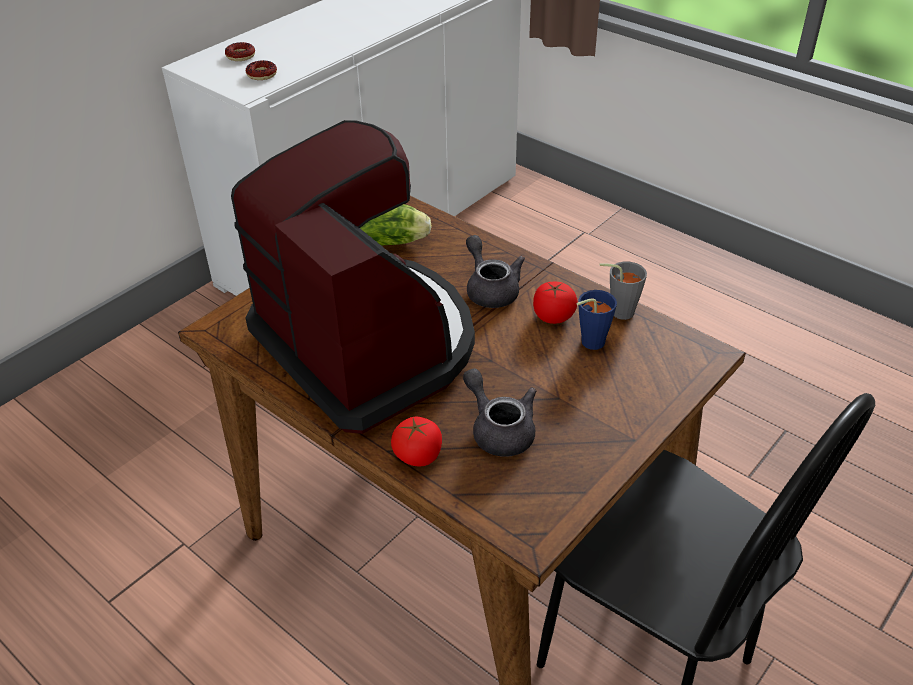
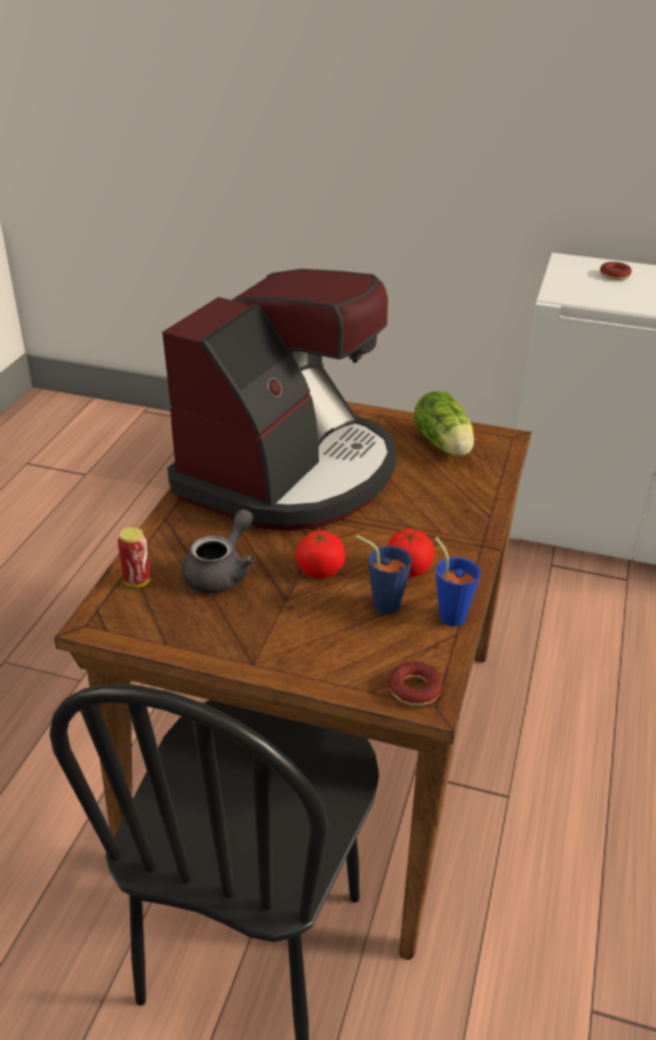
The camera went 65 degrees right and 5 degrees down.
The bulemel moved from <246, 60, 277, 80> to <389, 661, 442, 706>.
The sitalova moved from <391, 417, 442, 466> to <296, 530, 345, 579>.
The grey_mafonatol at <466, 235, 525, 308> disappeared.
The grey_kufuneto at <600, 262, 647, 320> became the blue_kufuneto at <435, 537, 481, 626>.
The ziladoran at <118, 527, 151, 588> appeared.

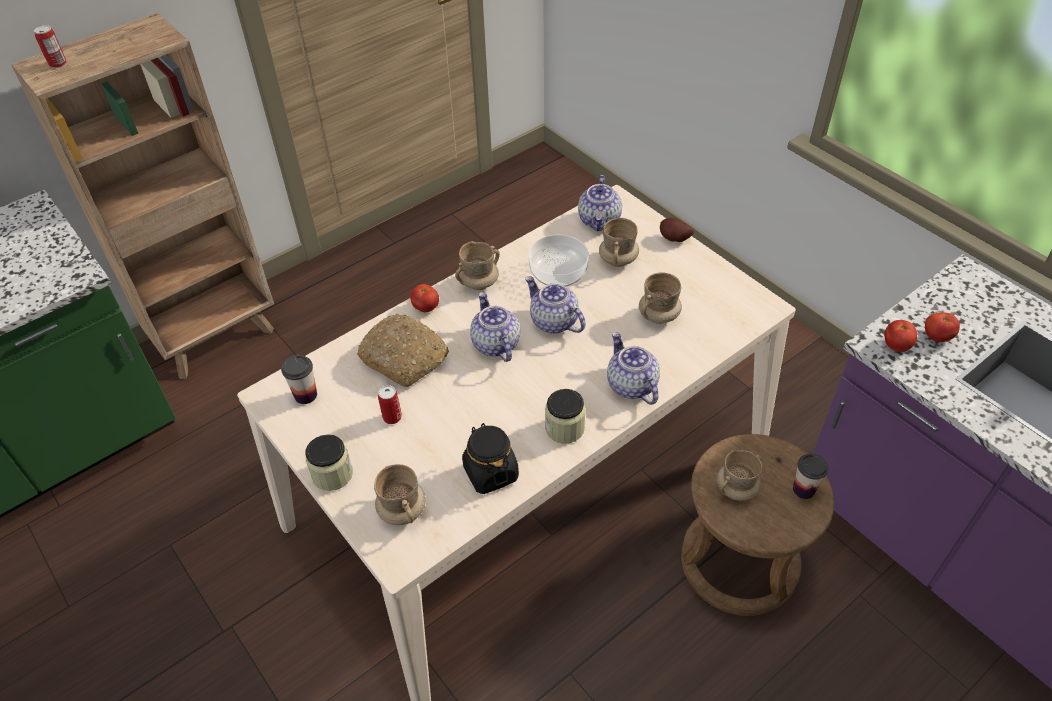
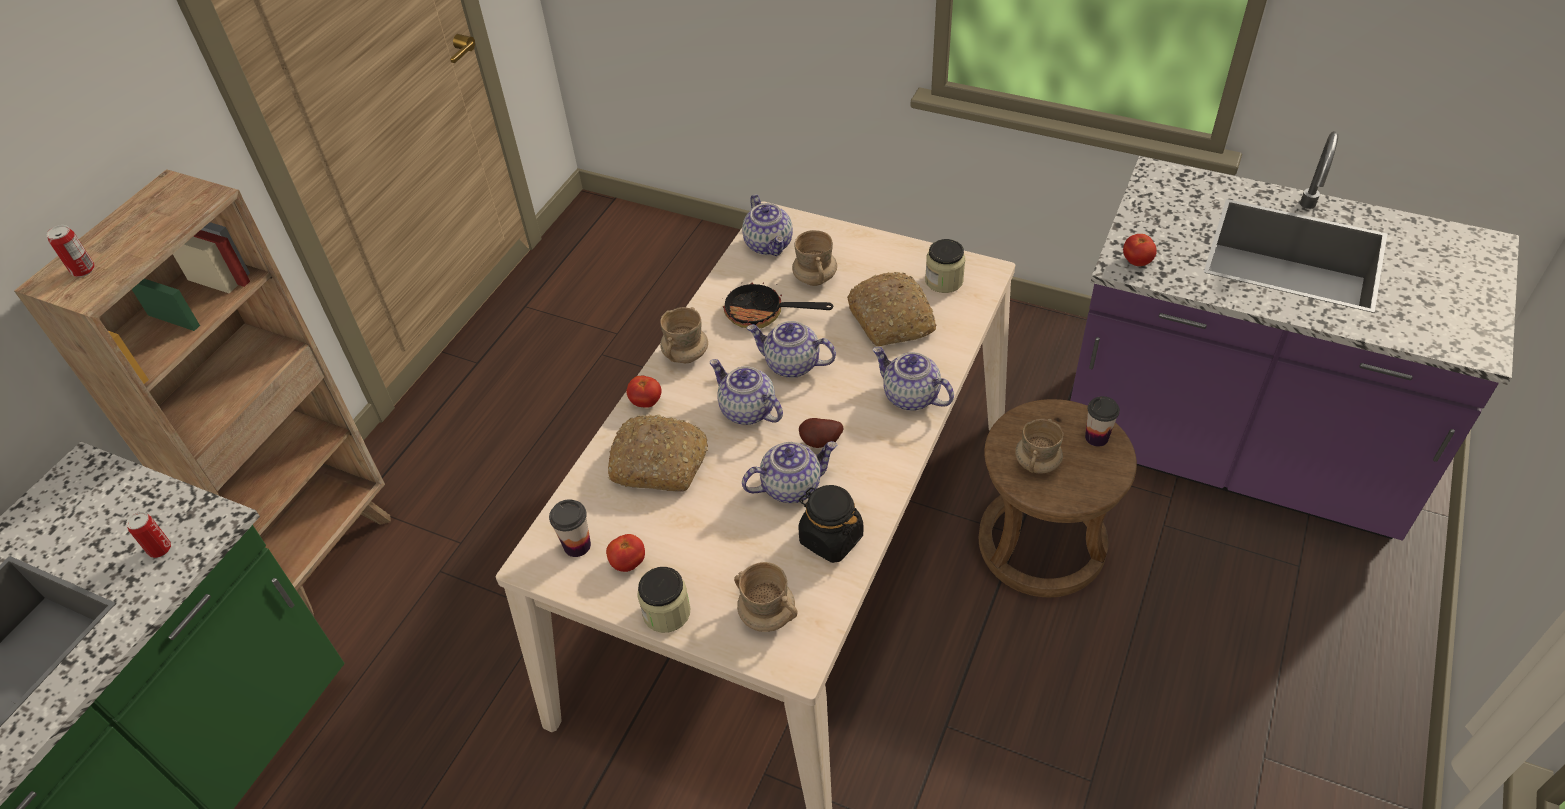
The camera went 25 degrees left and 0 degrees up.
The ziladoran moved from <378, 385, 402, 424> to <126, 512, 171, 558>.
The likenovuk at <528, 235, 589, 287> was replaced by the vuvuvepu at <722, 276, 833, 329>.
The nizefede moved from <545, 389, 586, 444> to <925, 239, 965, 293>.
The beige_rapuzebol at <639, 272, 682, 324> was replaced by the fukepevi at <847, 272, 936, 346>.
The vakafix moved from <660, 218, 694, 242> to <799, 418, 843, 448>.
The sitalova moved from <925, 312, 960, 342> to <606, 534, 645, 572>.
The mafonatol at <742, 441, 838, 503> appeared.

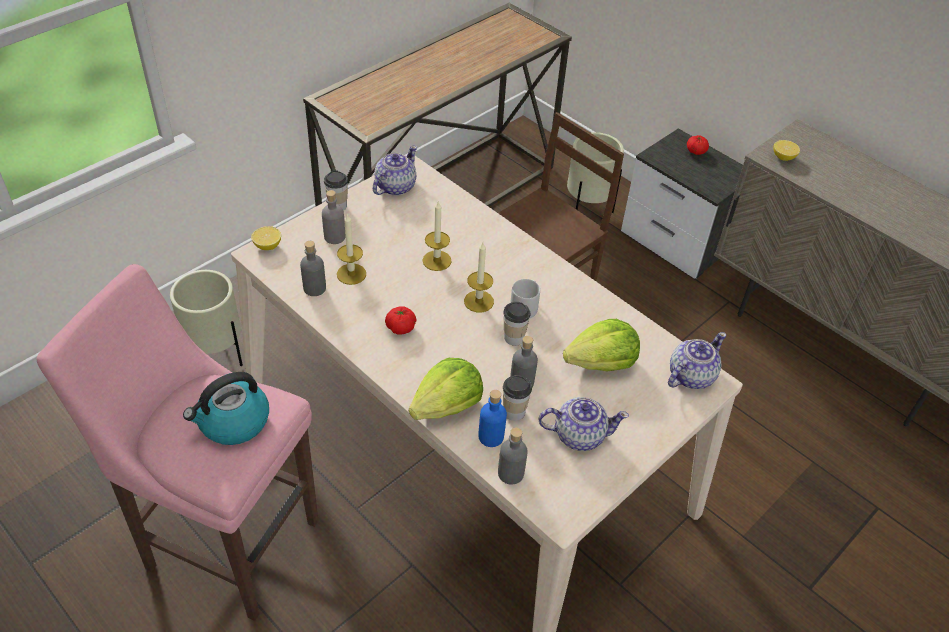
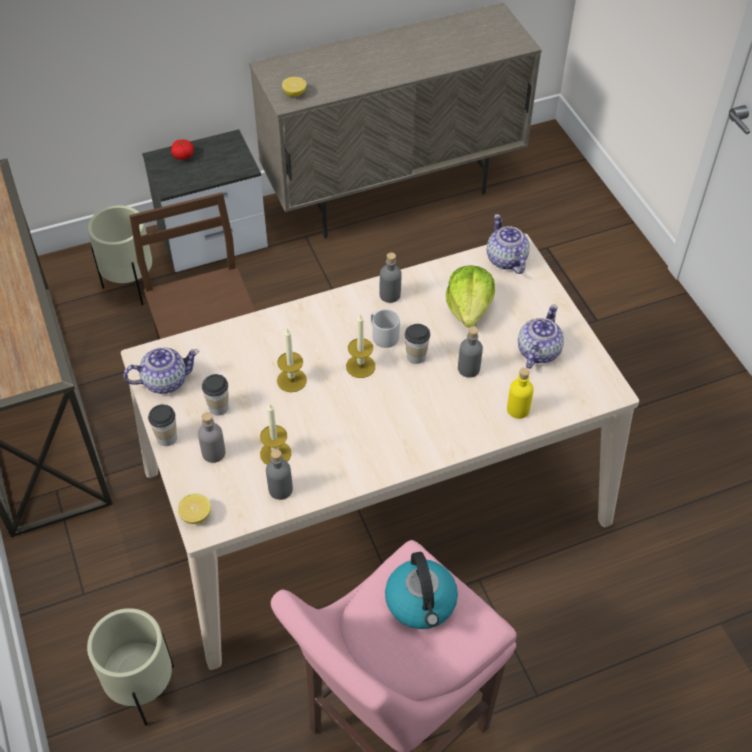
The camera went 65 degrees left and 5 degrees up.
The mafonatol at <373, 146, 417, 195> turned 105 degrees clockwise.
The sitalova at <385, 306, 417, 335> disappeared.
The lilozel at <409, 358, 483, 420> disappeared.
The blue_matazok at <478, 390, 507, 447> became the yellow_matazok at <507, 368, 534, 419>.
The grey_matazok moved from <498, 427, 528, 485> to <379, 252, 402, 303>.
The kufuneto moved from <503, 375, 532, 421> to <202, 374, 229, 416>.

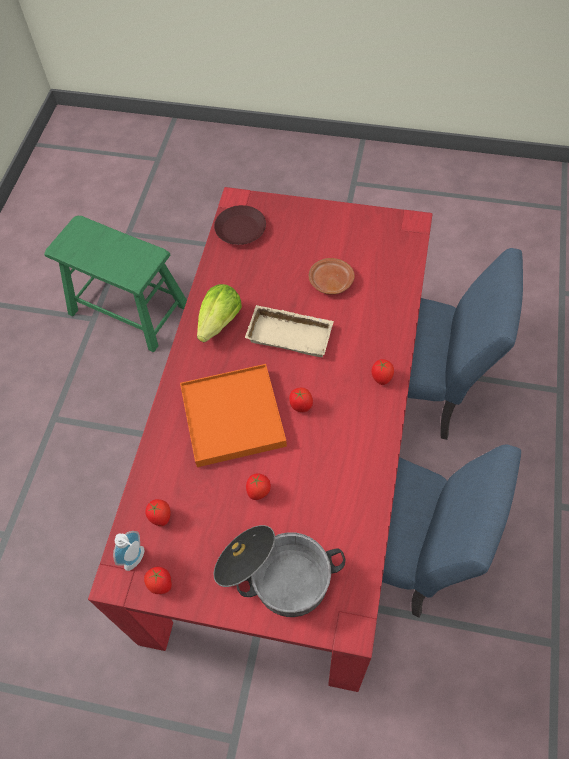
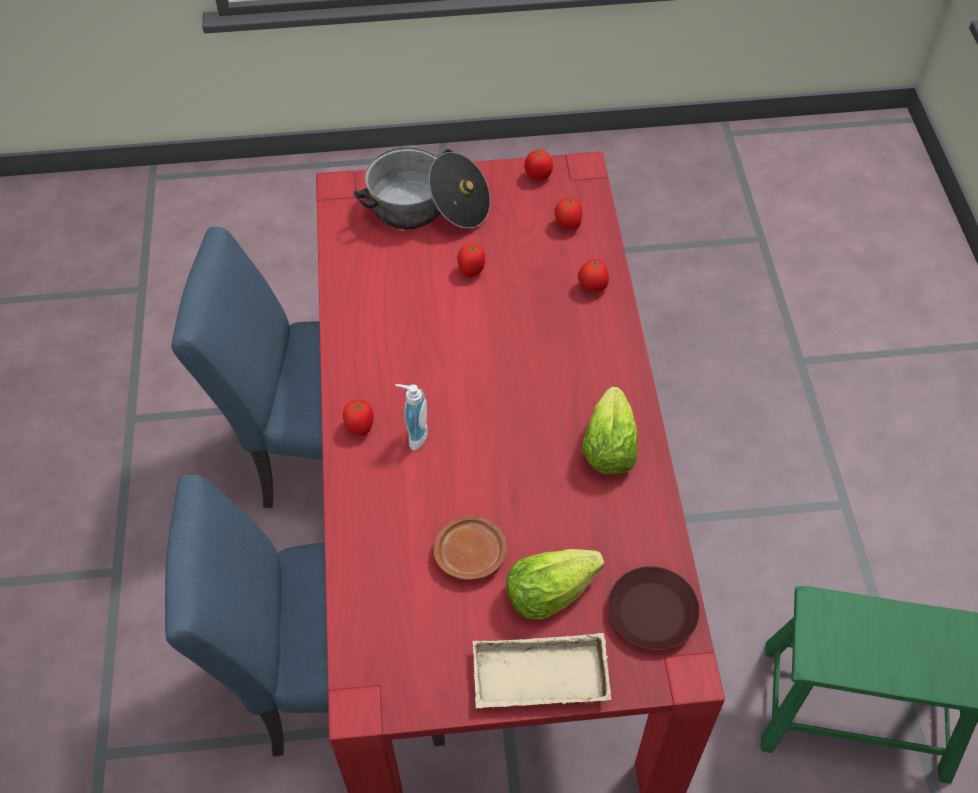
The camera went 160 degrees right and 5 degrees down.
The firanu moved from <113, 531, 145, 571> to <395, 384, 428, 450>.
The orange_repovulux at <180, 364, 287, 467> disappeared.
The beige_repovulux moved from <245, 305, 334, 357> to <473, 633, 611, 708>.
The sitalova moved from <289, 388, 313, 412> to <578, 259, 609, 292>.
The lilozel at <506, 549, 604, 619> appeared.

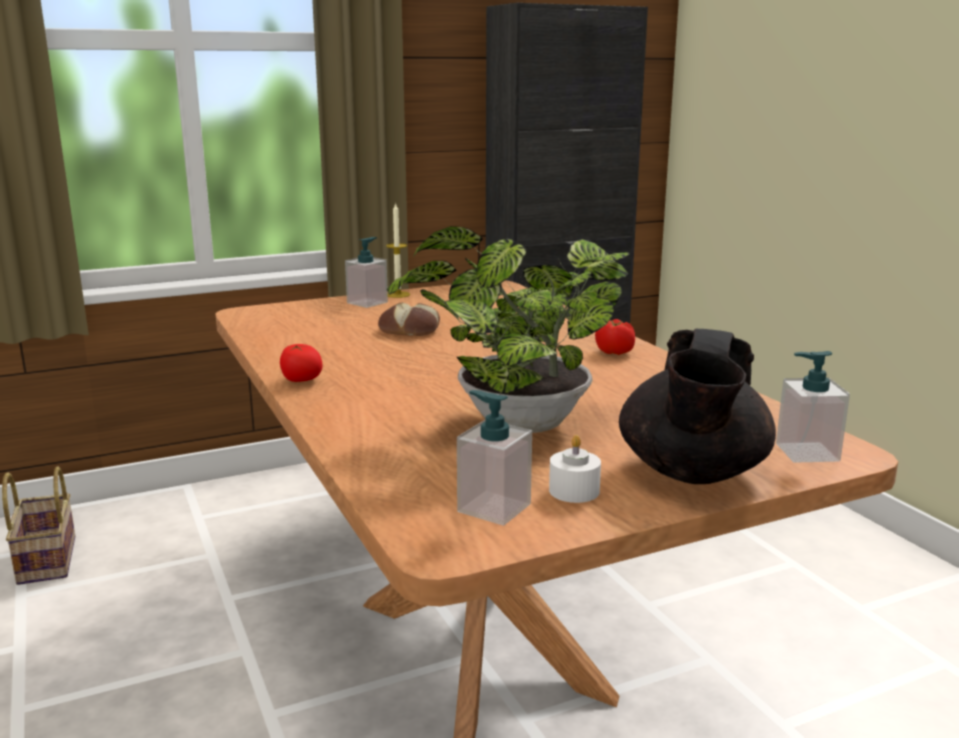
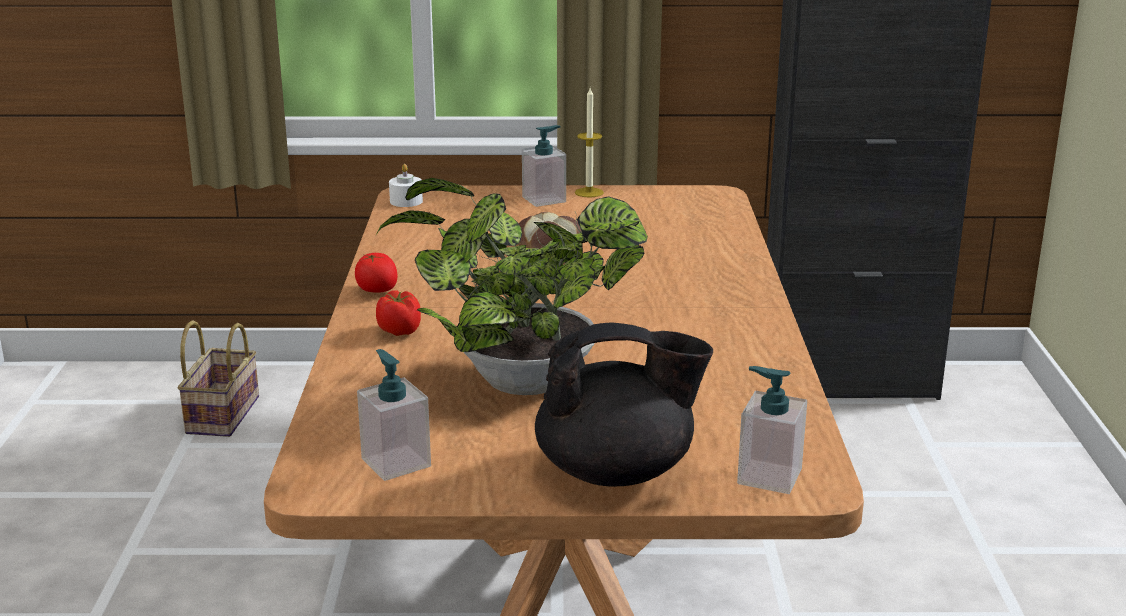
The camera went 25 degrees right and 5 degrees up.
The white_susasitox moved from <549, 435, 601, 503> to <389, 164, 423, 207>.
The sitalova moved from <595, 319, 635, 355> to <376, 291, 421, 336>.
The black_mafonatol at <619, 329, 776, 484> turned 135 degrees counterclockwise.

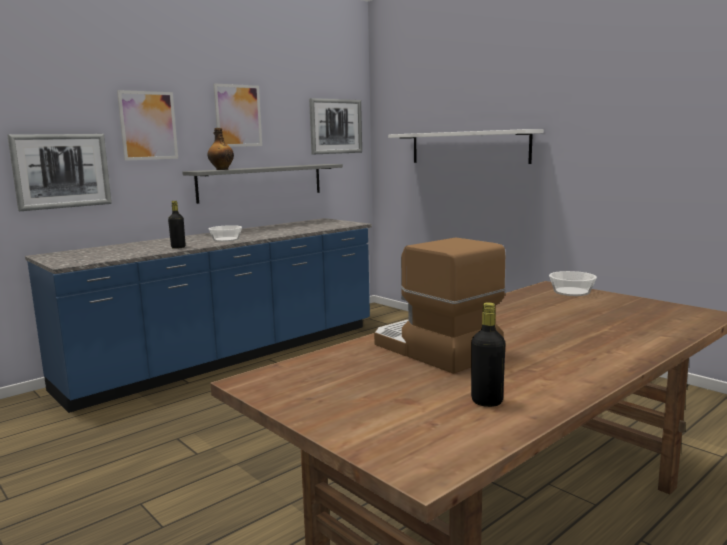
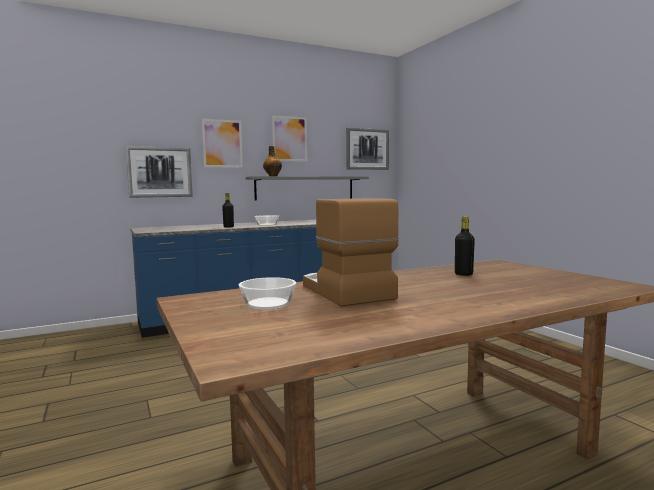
The camera went 15 degrees right and 5 degrees down.
The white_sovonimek at <388, 129, 544, 164> disappeared.
The black_matazok moved from <471, 302, 505, 407> to <455, 216, 475, 276>.
The likenovuk moved from <549, 271, 597, 296> to <239, 277, 296, 309>.

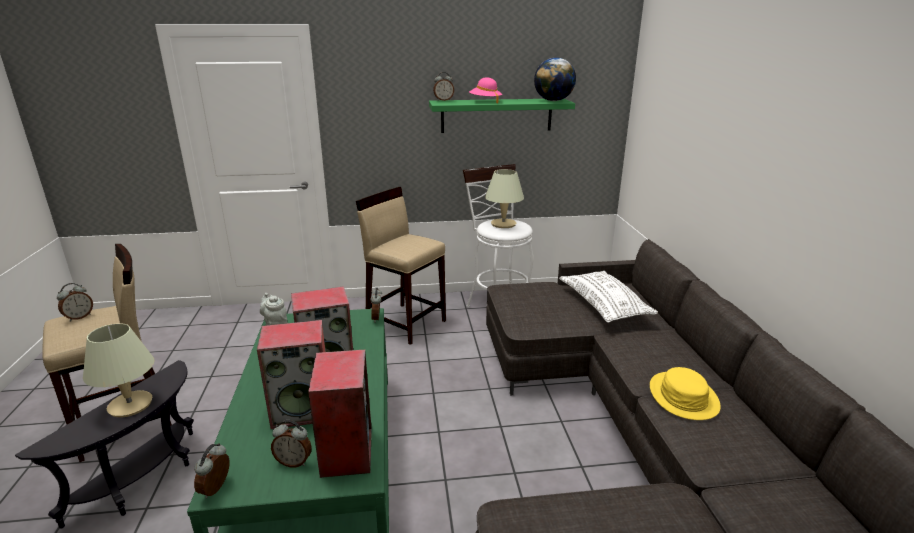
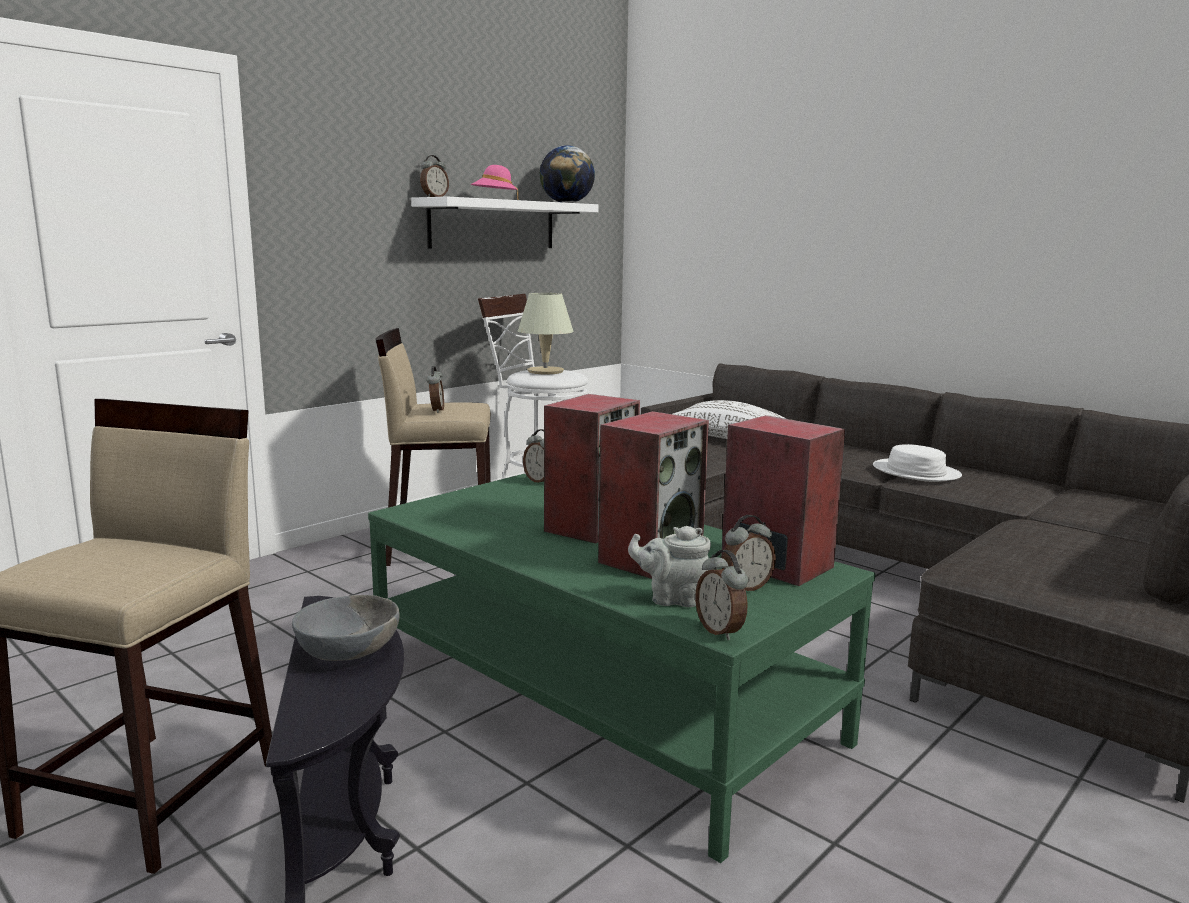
The camera went 40 degrees left and 10 degrees down.
The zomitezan moved from <57, 283, 93, 322> to <426, 366, 444, 413>.
The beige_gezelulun at <83, 323, 155, 418> was replaced by the grey_likenovuk at <292, 595, 399, 661>.
The grey_mafonatol moved from <260, 293, 288, 325> to <628, 526, 711, 607>.
The green_sovonimek at <429, 99, 575, 133> became the white_sovonimek at <411, 196, 598, 248>.
The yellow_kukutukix at <650, 367, 721, 420> became the white_kukutukix at <873, 444, 962, 482>.

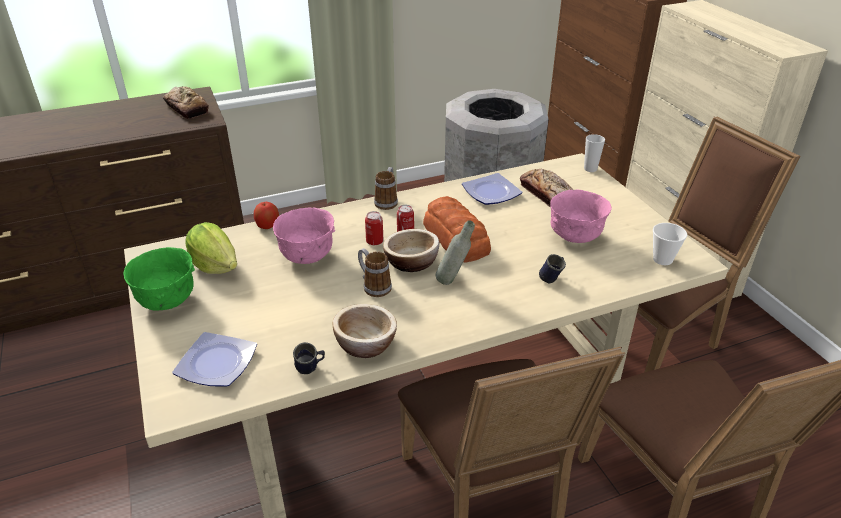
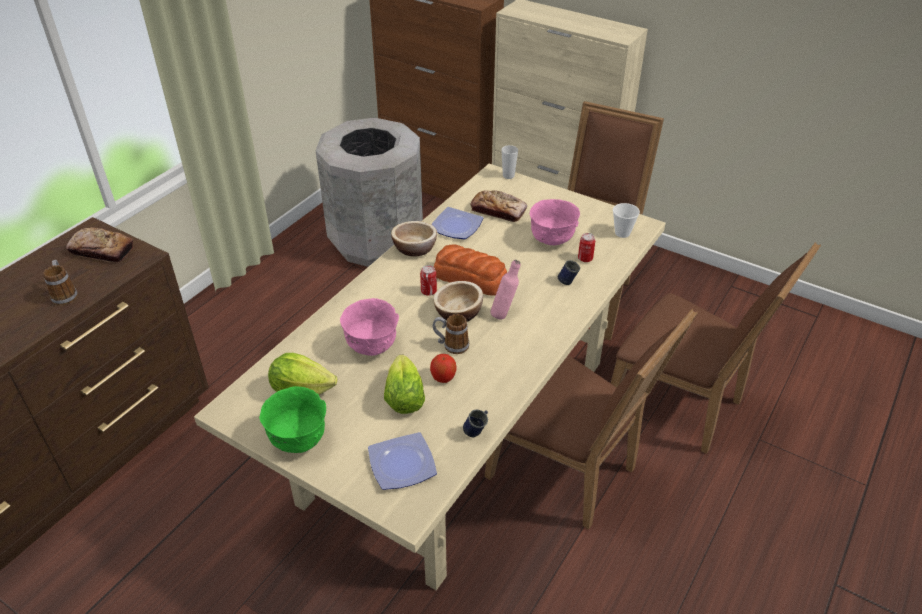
The camera went 35 degrees left and 5 degrees up.
The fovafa moved from <254, 202, 279, 229> to <430, 354, 456, 383>.
The likenovuk moved from <332, 304, 397, 358> to <391, 221, 437, 256>.
The ziladoran moved from <365, 211, 383, 245> to <578, 233, 595, 262>.
The rapuzebol moved from <374, 167, 398, 210> to <43, 260, 78, 306>.
The grey_matazok at <436, 220, 475, 285> became the pink_matazok at <490, 260, 520, 319>.
The lilozel at <384, 355, 425, 414> appeared.

